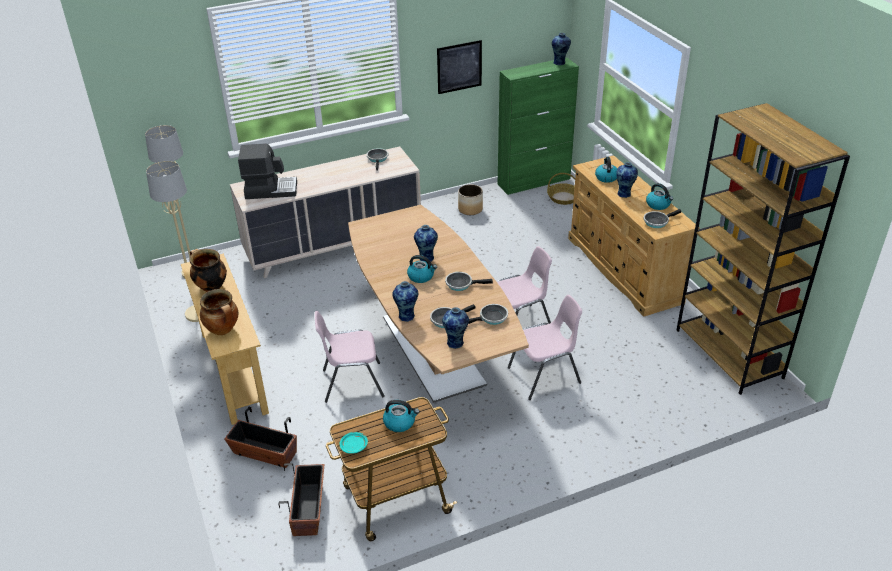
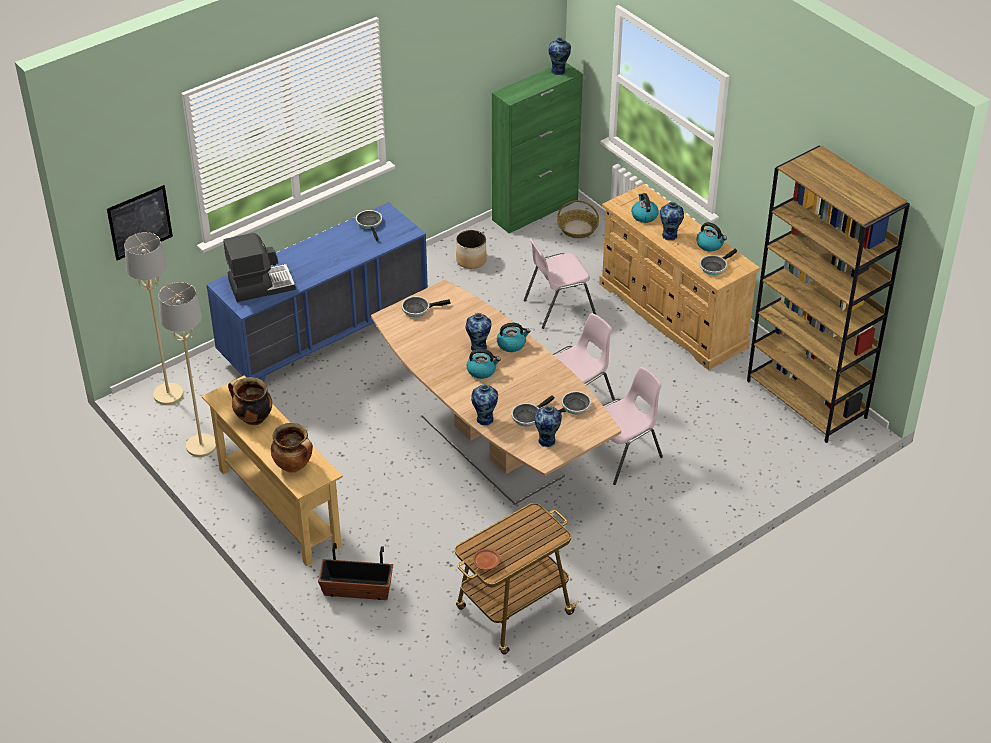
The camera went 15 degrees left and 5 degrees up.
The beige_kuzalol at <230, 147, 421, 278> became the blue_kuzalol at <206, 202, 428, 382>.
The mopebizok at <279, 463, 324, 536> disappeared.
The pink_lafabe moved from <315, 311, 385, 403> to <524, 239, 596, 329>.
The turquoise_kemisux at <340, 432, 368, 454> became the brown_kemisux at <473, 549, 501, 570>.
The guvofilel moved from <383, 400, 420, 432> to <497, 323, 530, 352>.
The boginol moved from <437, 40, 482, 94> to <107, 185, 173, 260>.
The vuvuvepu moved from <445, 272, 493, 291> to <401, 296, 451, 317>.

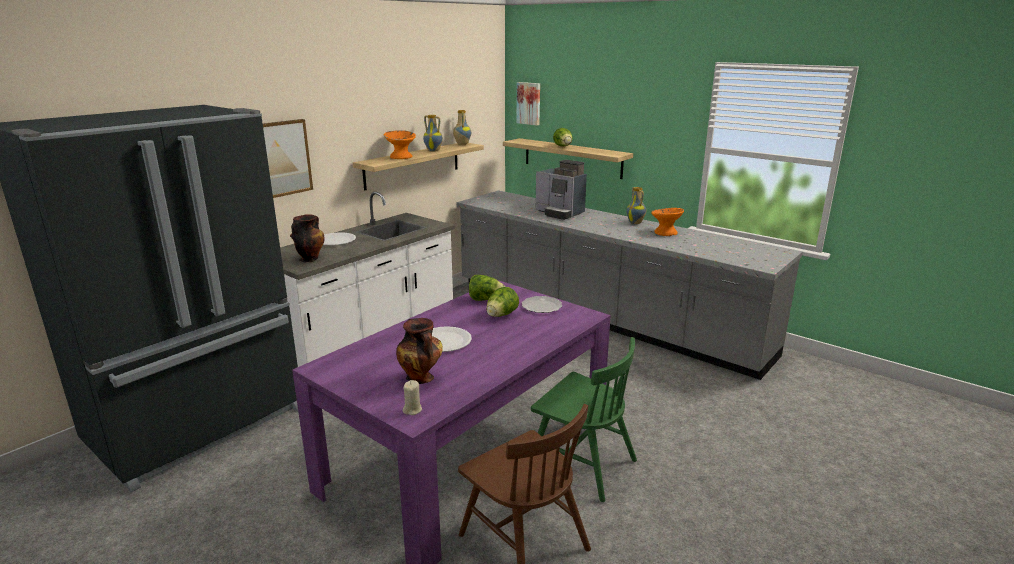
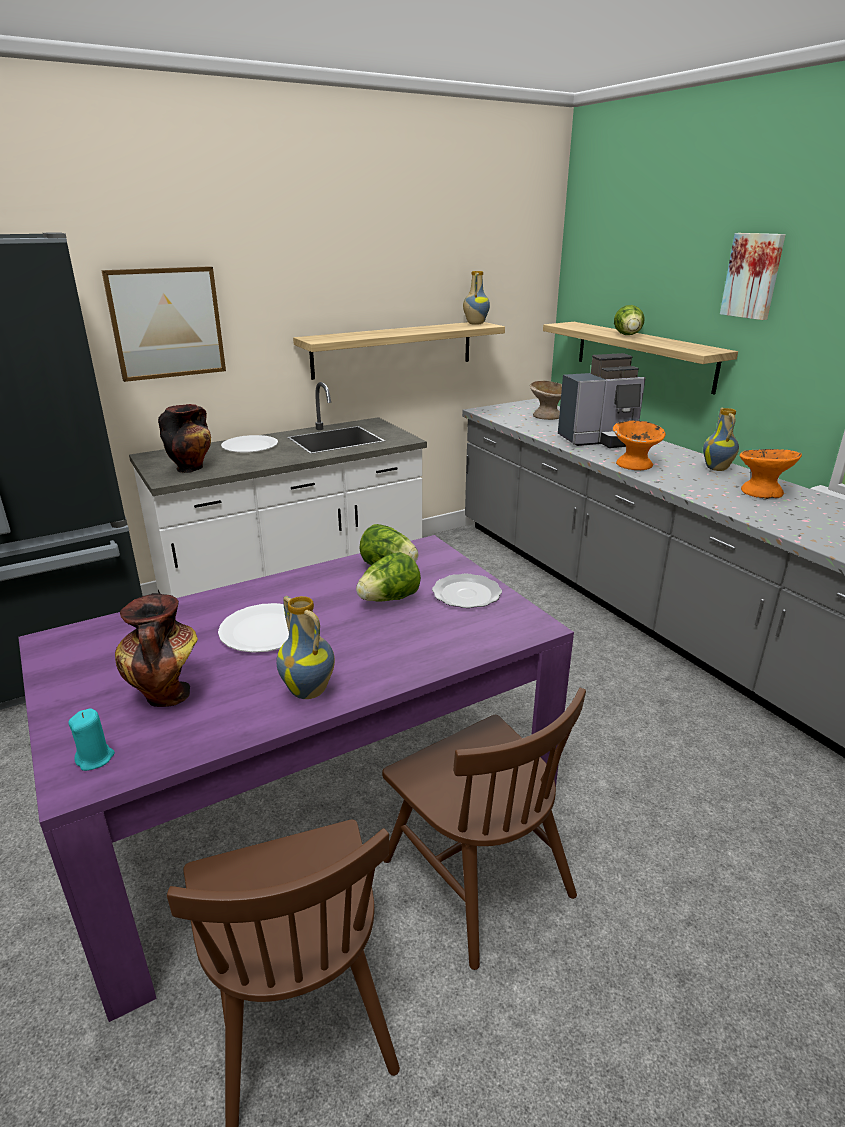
The camera went 20 degrees right and 5 degrees up.
The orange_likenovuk moved from <384, 130, 416, 159> to <613, 420, 666, 470>.
The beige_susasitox at <403, 380, 422, 415> became the turquoise_susasitox at <68, 708, 115, 771>.
The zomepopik moved from <423, 115, 443, 152> to <276, 596, 335, 699>.
The boginol moved from <517, 82, 540, 125> to <720, 233, 786, 320>.
The green_lafabe at <531, 337, 637, 502> became the brown_lafabe at <382, 687, 586, 970>.
The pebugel at <536, 160, 587, 220> turned 75 degrees counterclockwise.
The beige_likenovuk at <530, 381, 562, 420> appeared.

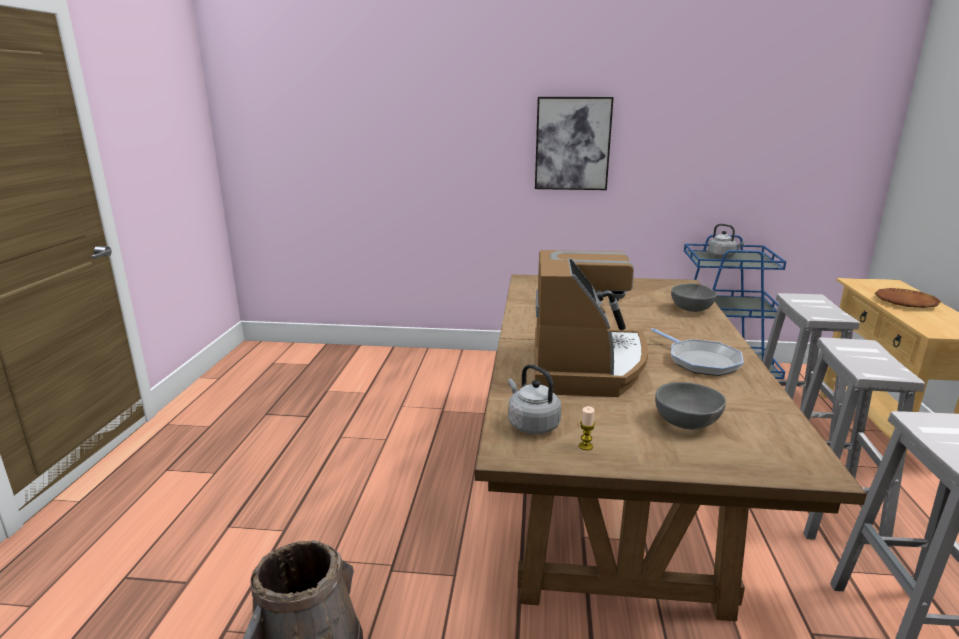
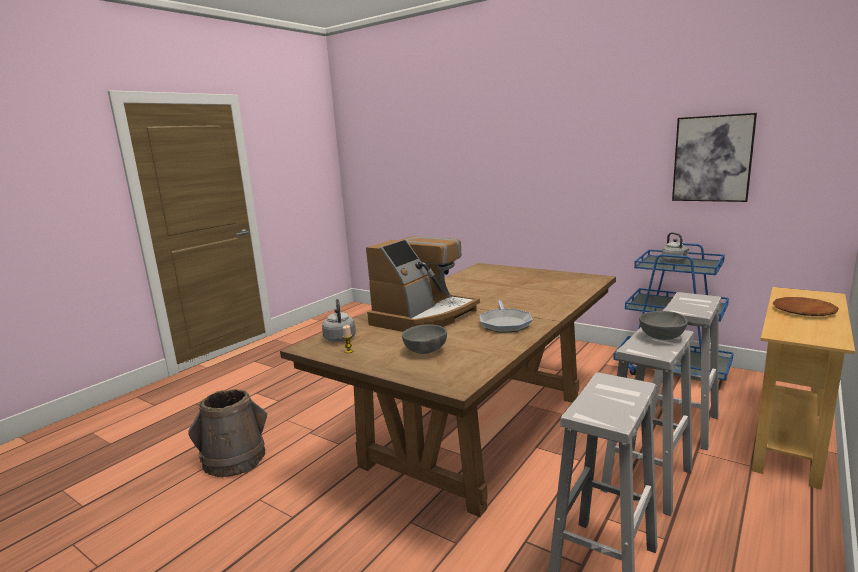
The camera went 30 degrees right and 5 degrees down.
The boginol moved from <535, 97, 614, 190> to <672, 113, 757, 202>.
The grey_likenovuk moved from <671, 284, 717, 312> to <639, 311, 688, 340>.

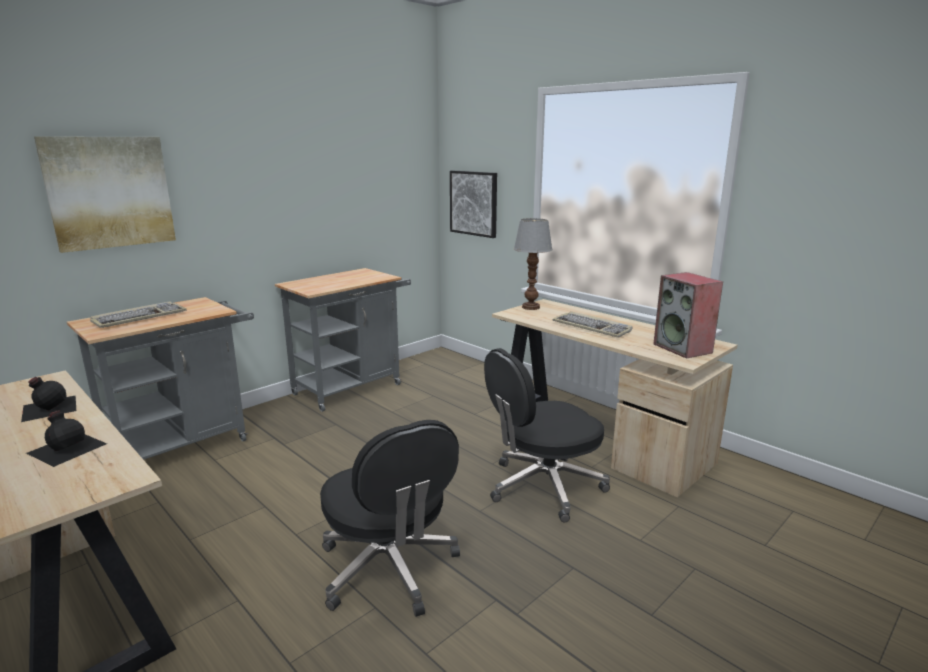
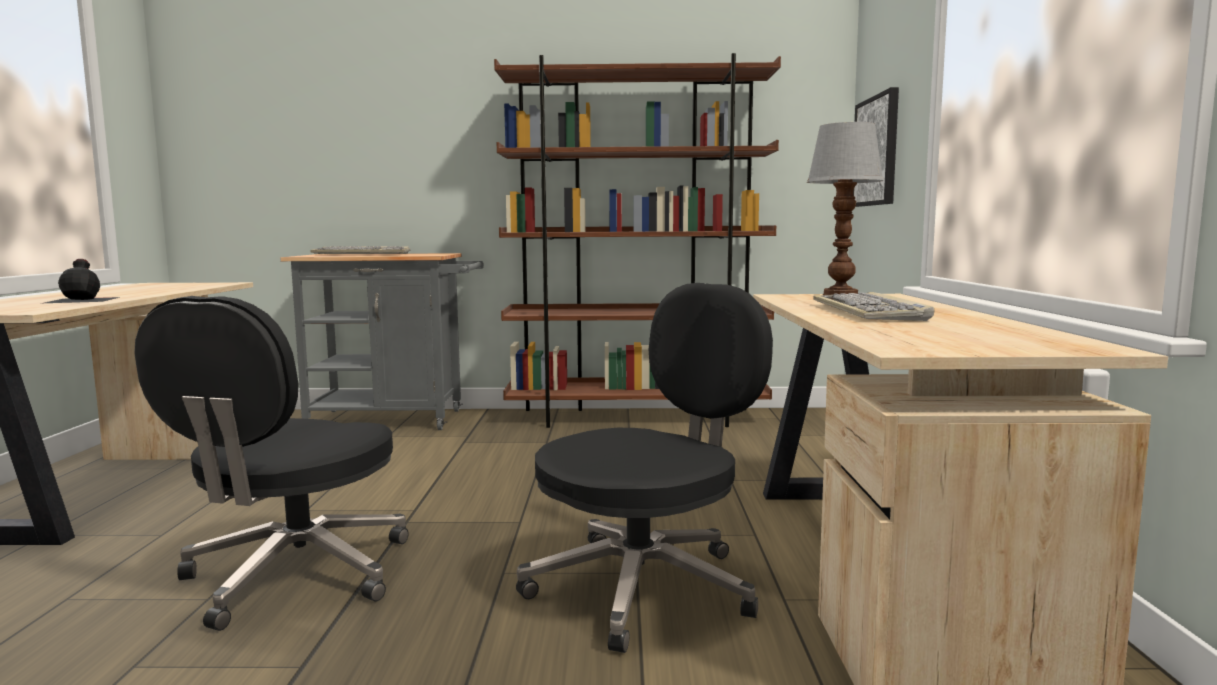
The camera went 45 degrees right and 10 degrees down.
The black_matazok at <21, 377, 76, 422> disappeared.
The boginol at <34, 137, 176, 253> disappeared.
The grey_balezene at <275, 268, 411, 412> was replaced by the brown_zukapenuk at <494, 53, 781, 428>.
The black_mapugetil at <484, 348, 610, 523> turned 120 degrees clockwise.
The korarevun at <653, 272, 723, 359> disappeared.

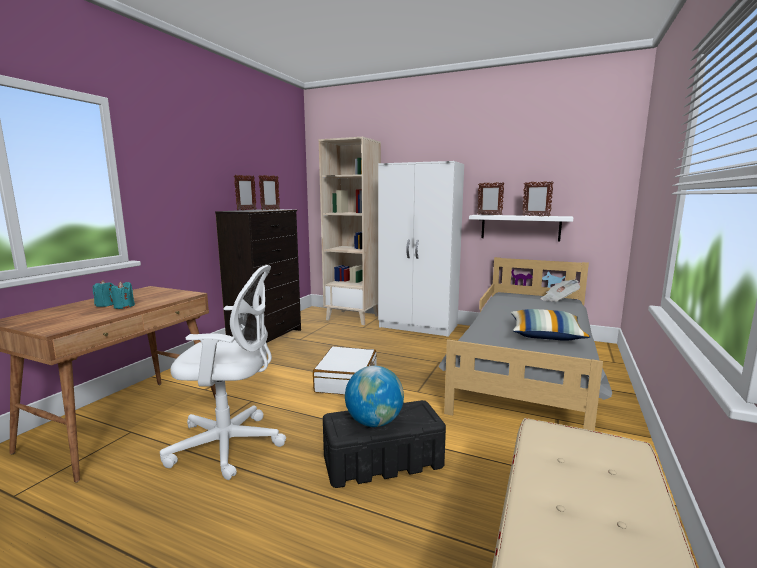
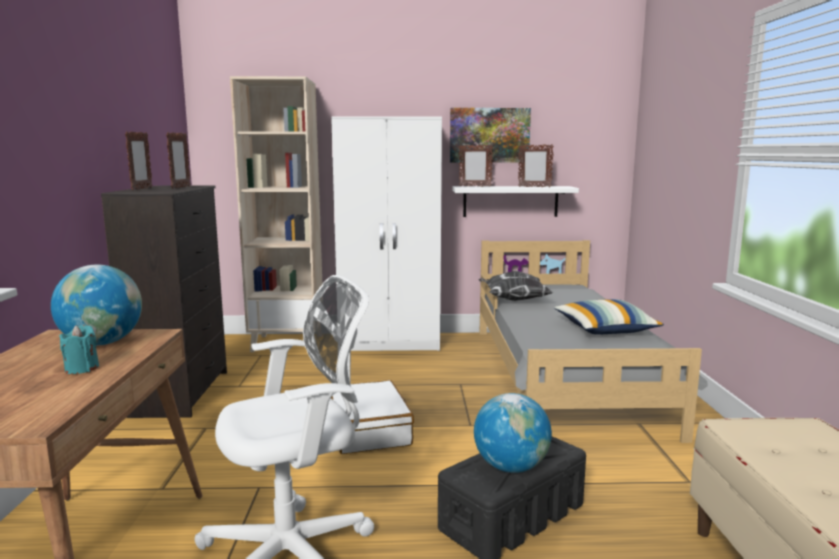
The camera went 25 degrees left and 0 degrees up.
The turquoise_susasitox at <93, 280, 114, 307> disappeared.
The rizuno at <540, 280, 580, 302> disappeared.
The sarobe at <51, 265, 142, 346> appeared.
The boginol at <450, 108, 531, 162> appeared.
The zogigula at <479, 271, 553, 301> appeared.

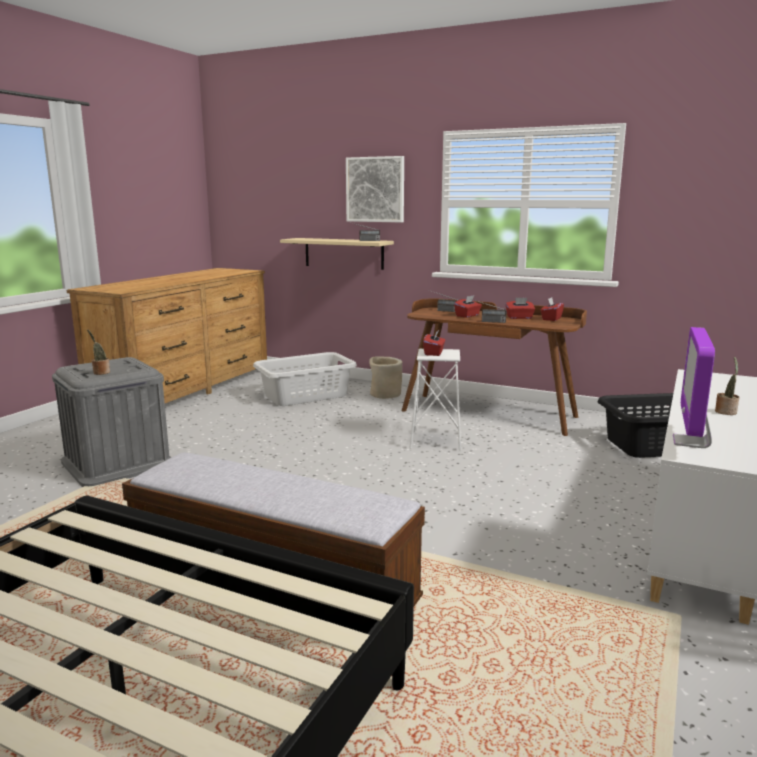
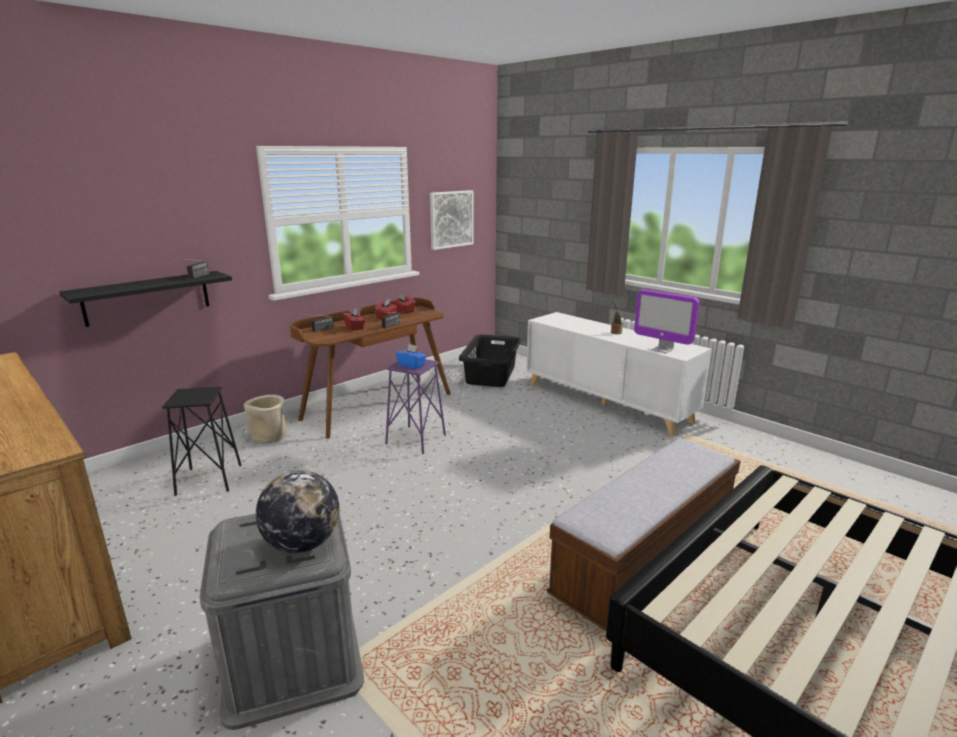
The camera went 70 degrees left and 5 degrees up.
The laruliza at <87, 330, 110, 375> was replaced by the sarobe at <256, 470, 340, 553>.
The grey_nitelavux at <253, 352, 357, 406> was replaced by the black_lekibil at <162, 387, 242, 496>.
The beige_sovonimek at <280, 238, 394, 270> became the black_sovonimek at <59, 271, 232, 327>.
The boginol moved from <346, 156, 404, 222> to <430, 190, 474, 250>.
The white_lekibil at <410, 349, 461, 451> became the purple_lekibil at <385, 359, 446, 454>.
The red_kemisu at <423, 330, 445, 356> became the blue_kemisu at <396, 344, 426, 369>.

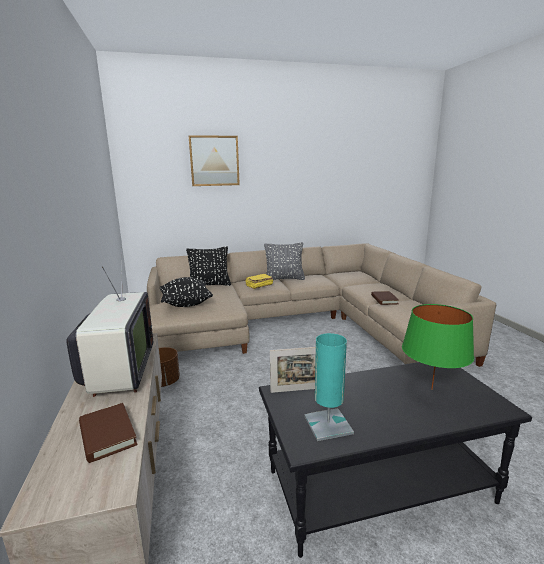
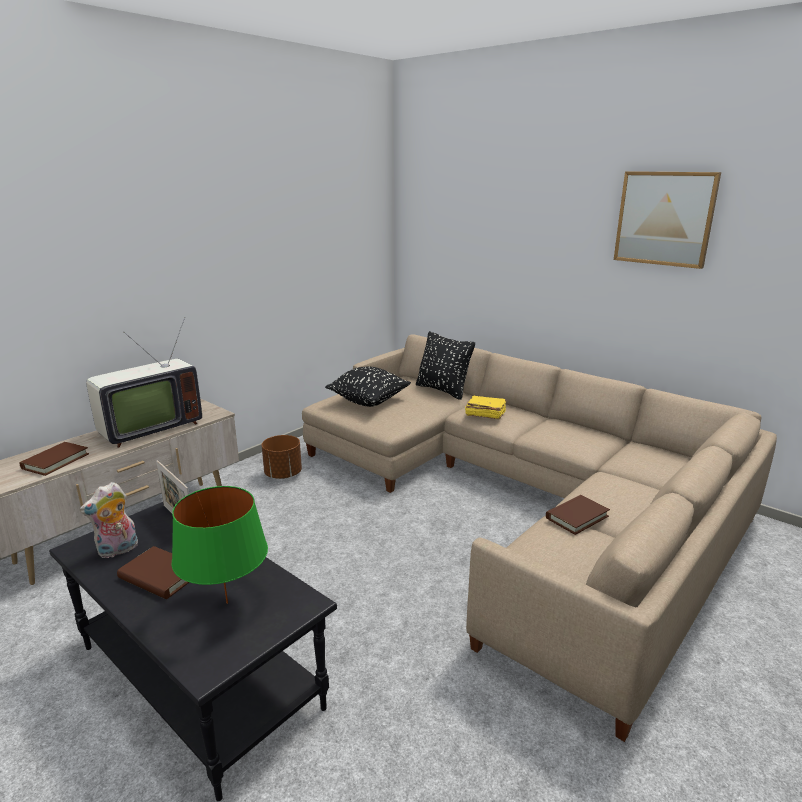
The camera went 55 degrees right and 5 degrees up.
The boginol moved from <189, 135, 240, 186> to <614, 171, 721, 269>.
The grey_zogigula at <264, 242, 305, 280> disappeared.
The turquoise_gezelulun at <304, 333, 354, 441> was replaced by the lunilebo at <80, 482, 138, 559>.
The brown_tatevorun at <117, 546, 189, 599> appeared.

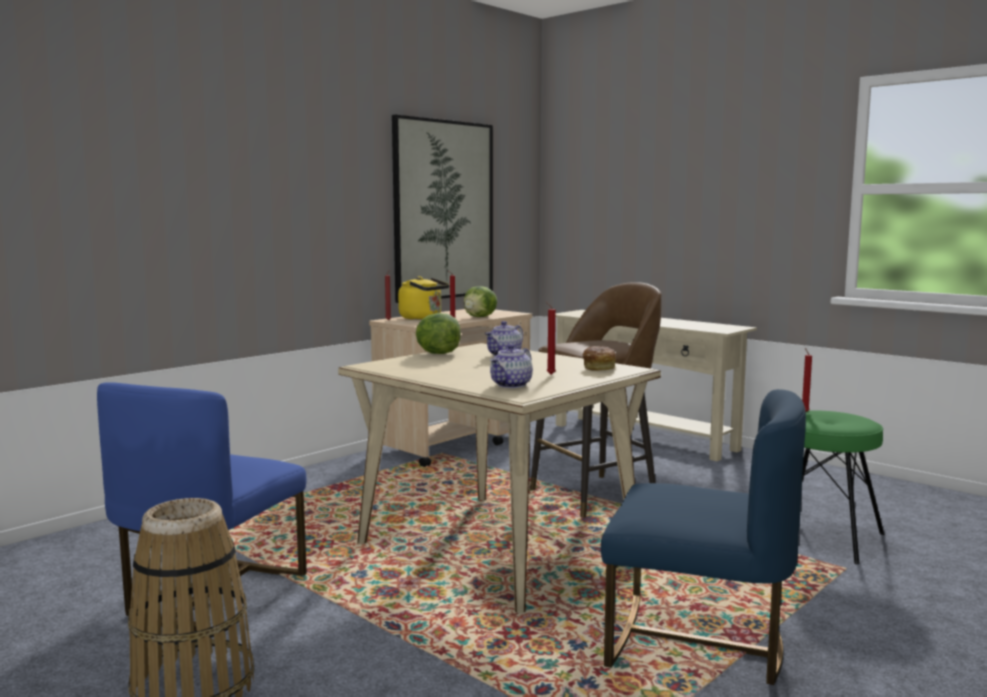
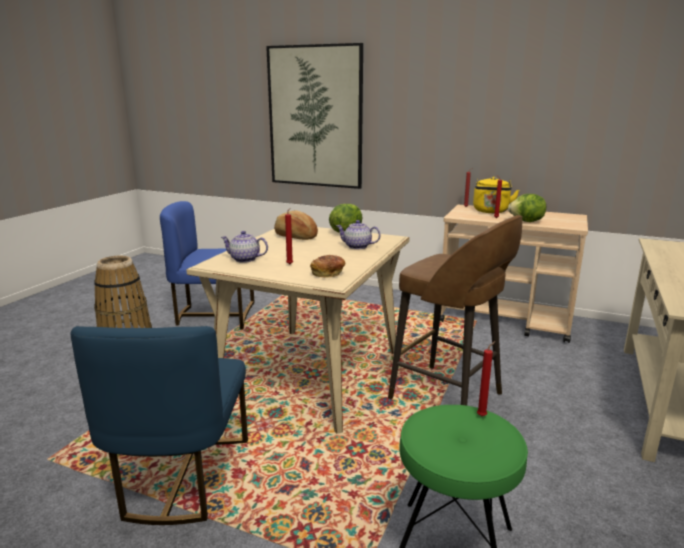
The camera went 70 degrees right and 10 degrees up.
The boginol moved from <392, 115, 493, 303> to <266, 43, 363, 189>.
The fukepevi at <274, 211, 318, 240> appeared.

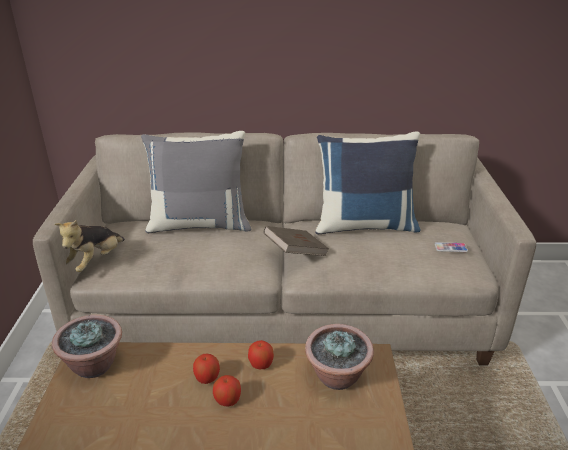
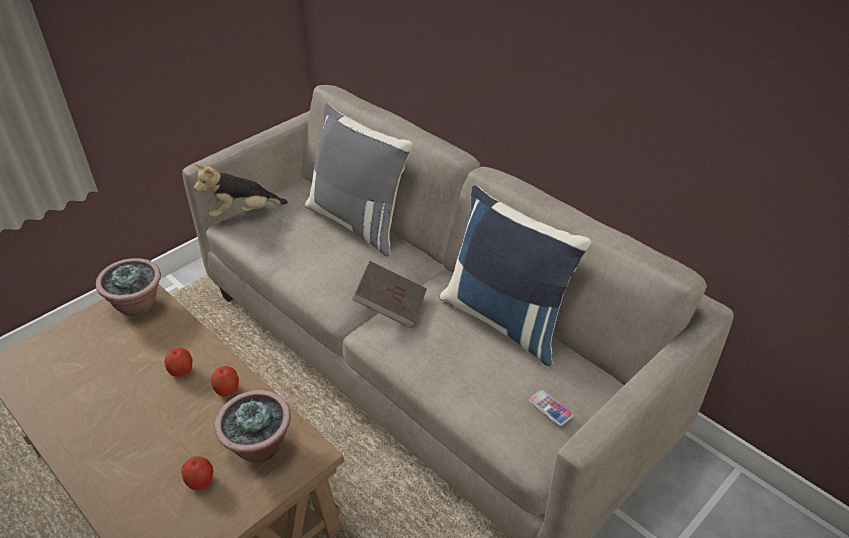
The camera went 45 degrees right and 10 degrees up.
The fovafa moved from <213, 375, 241, 406> to <181, 456, 213, 490>.

